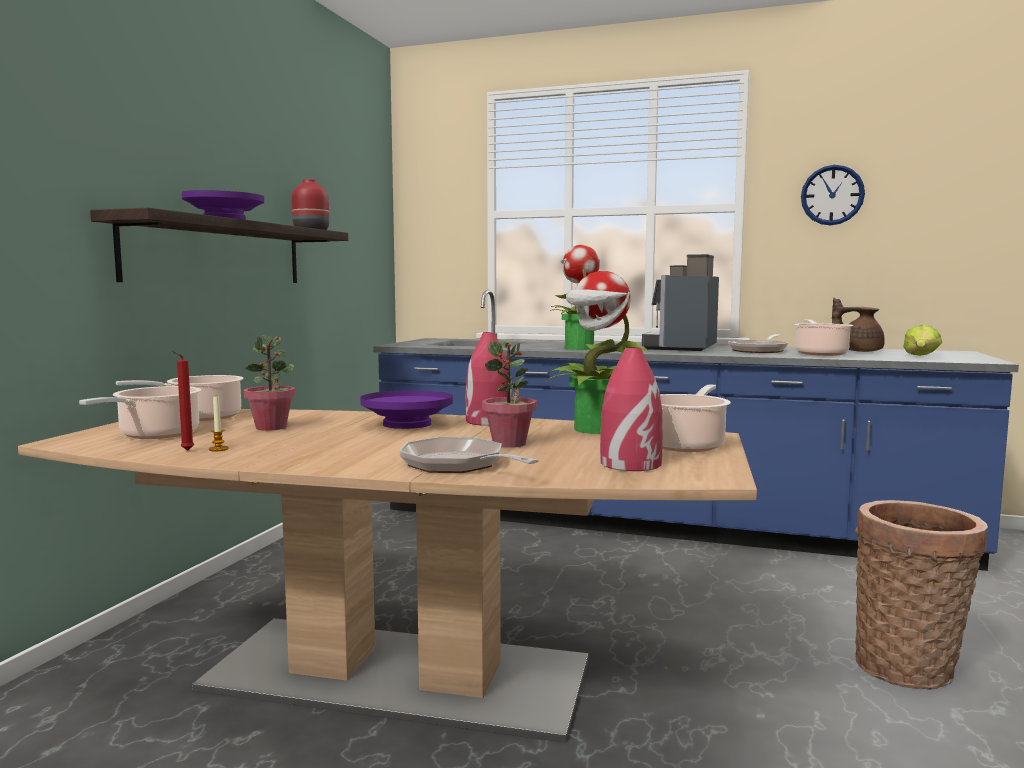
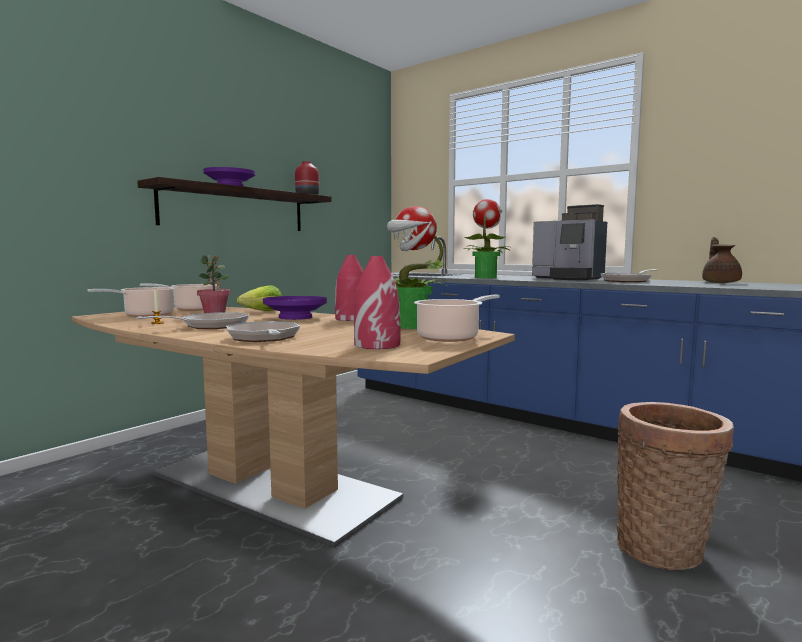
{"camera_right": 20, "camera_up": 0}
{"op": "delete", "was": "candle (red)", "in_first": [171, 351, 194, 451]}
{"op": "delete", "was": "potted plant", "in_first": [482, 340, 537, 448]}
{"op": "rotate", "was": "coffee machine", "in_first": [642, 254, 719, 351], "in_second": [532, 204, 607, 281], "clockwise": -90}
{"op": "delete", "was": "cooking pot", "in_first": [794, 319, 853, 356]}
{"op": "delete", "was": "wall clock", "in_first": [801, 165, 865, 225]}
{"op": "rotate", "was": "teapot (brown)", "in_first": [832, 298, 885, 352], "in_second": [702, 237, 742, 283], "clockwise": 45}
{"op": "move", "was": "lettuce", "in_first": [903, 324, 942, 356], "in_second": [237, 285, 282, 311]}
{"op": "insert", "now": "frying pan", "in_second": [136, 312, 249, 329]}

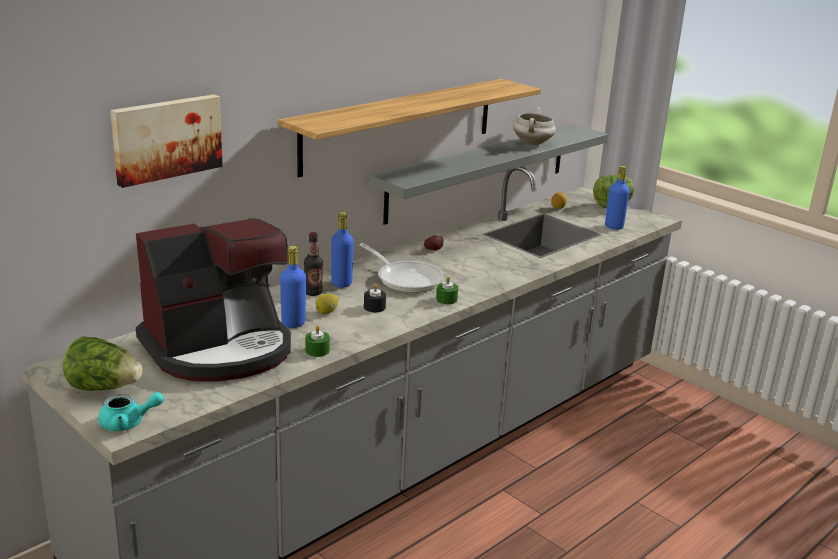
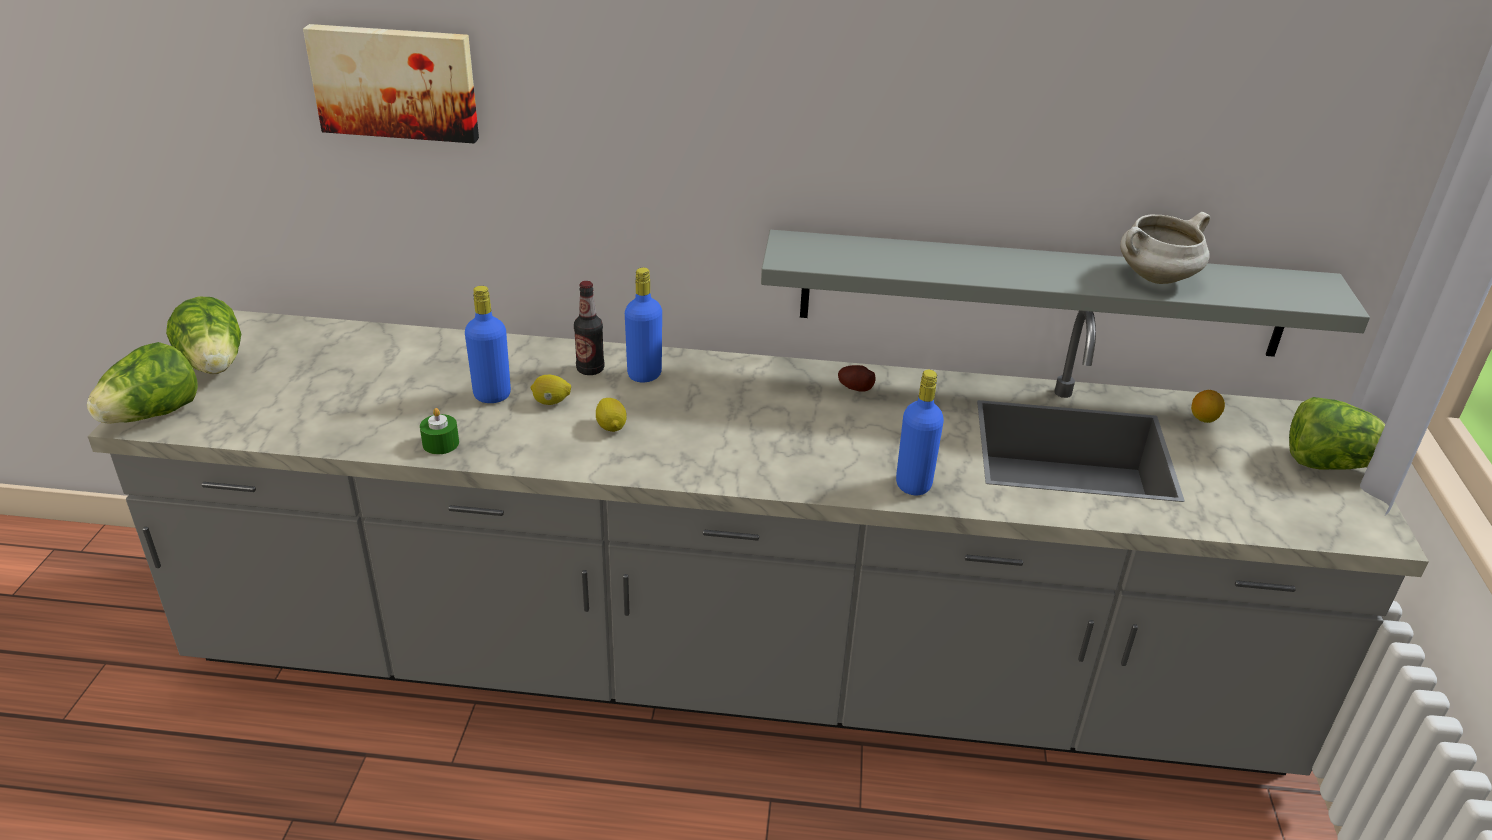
{"camera_right": 50, "camera_up": 10}
{"op": "replace", "was": "teapot (turquoise)", "now": "lettuce", "in_first": [98, 392, 164, 431], "in_second": [87, 342, 198, 424]}
{"op": "delete", "was": "coffee machine", "in_first": [136, 218, 291, 382]}
{"op": "delete", "was": "shelf", "in_first": [278, 79, 541, 177]}
{"op": "delete", "was": "frying pan", "in_first": [360, 243, 444, 293]}
{"op": "replace", "was": "candle (black)", "now": "lemon", "in_first": [364, 283, 386, 312], "in_second": [596, 398, 627, 432]}
{"op": "delete", "was": "candle (green)", "in_first": [436, 276, 458, 304]}
{"op": "move", "was": "bottle (blue)", "in_first": [605, 166, 630, 230], "in_second": [896, 370, 944, 495]}

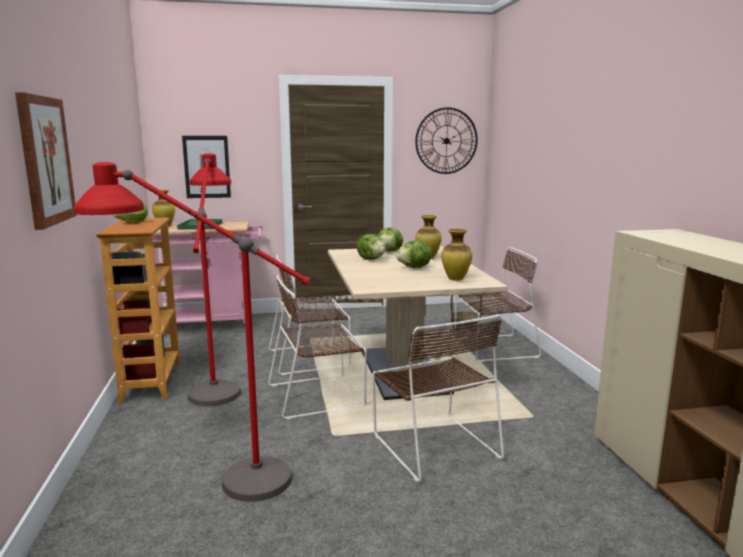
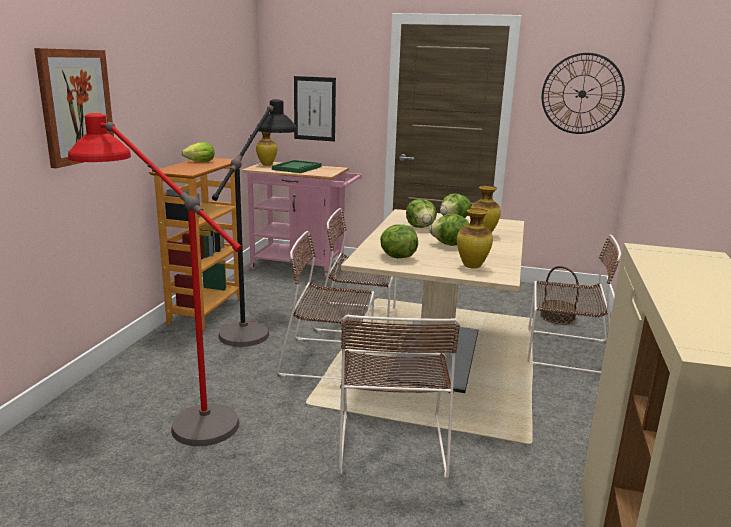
{"camera_right": 25, "camera_up": 5}
{"op": "recolor", "was": "floor lamp (red)", "now": "floor lamp (black)", "in_first": [188, 153, 241, 406], "in_second": [212, 99, 297, 347]}
{"op": "insert", "now": "lettuce", "in_second": [380, 224, 418, 258]}

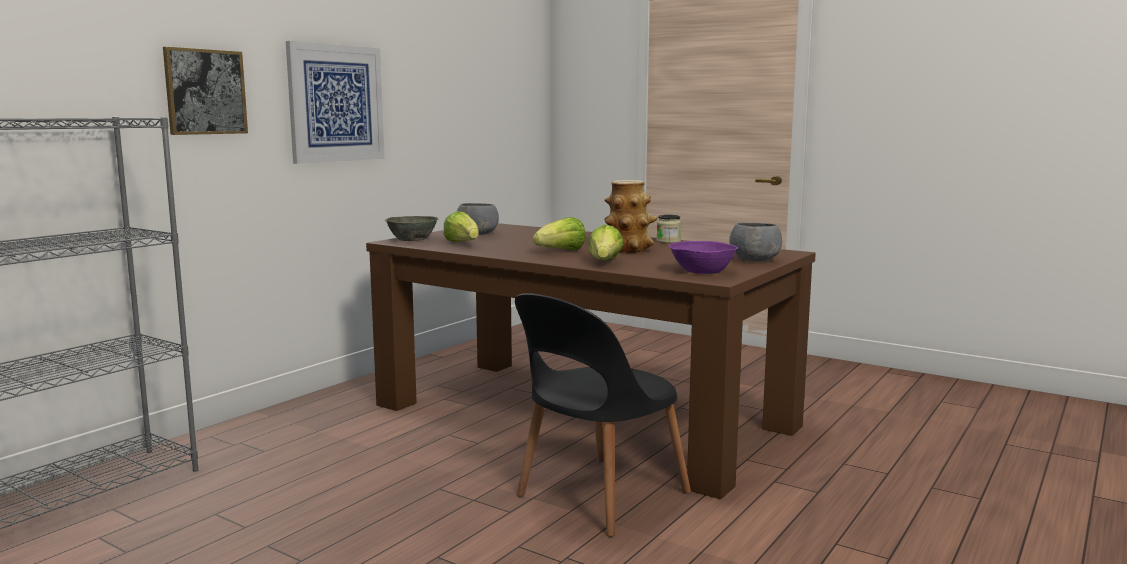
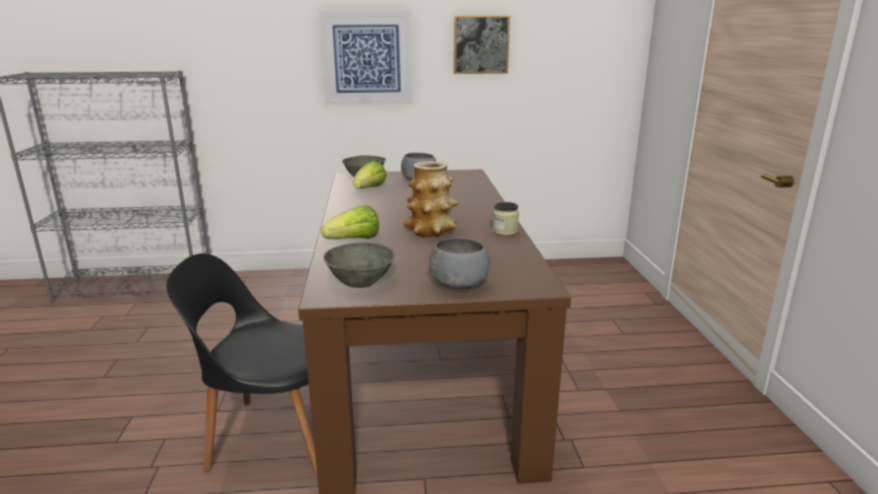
{"camera_right": 50, "camera_up": 10}
{"op": "move", "was": "picture", "in_first": [163, 47, 248, 135], "in_second": [454, 15, 510, 74]}
{"op": "delete", "was": "lettuce", "in_first": [533, 217, 586, 250]}
{"op": "recolor", "was": "bowl (purple)", "now": "bowl (grey)", "in_first": [669, 241, 738, 274], "in_second": [323, 242, 395, 288]}

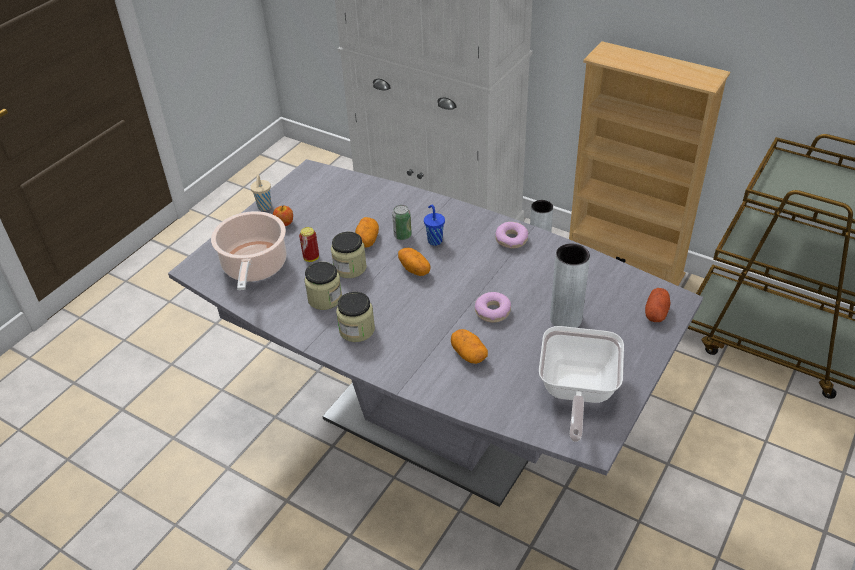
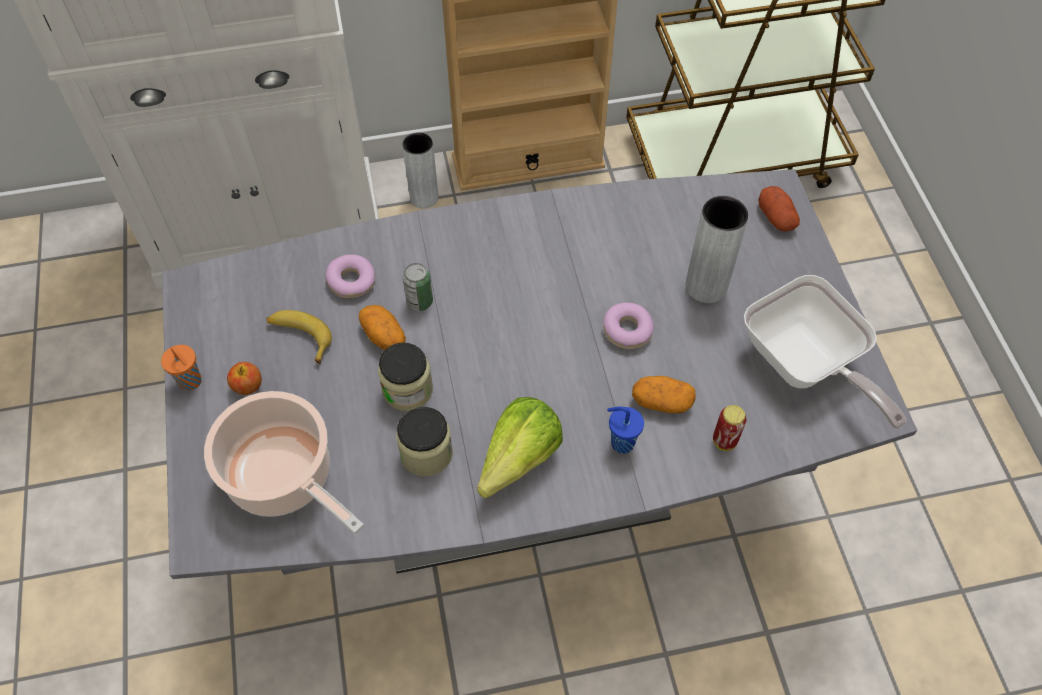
{"camera_right": -45, "camera_up": 15}
{"op": "recolor", "was": "cup (beige)", "now": "cup (orange)", "in_first": [250, 175, 272, 211], "in_second": [161, 345, 202, 391]}
{"op": "move", "was": "can", "in_first": [299, 227, 319, 262], "in_second": [713, 405, 746, 451]}
{"op": "replace", "was": "jar", "now": "lettuce", "in_first": [336, 292, 375, 342], "in_second": [477, 397, 563, 498]}
{"op": "delete", "was": "potato", "in_first": [398, 248, 431, 276]}
{"op": "move", "was": "cup (blue)", "in_first": [424, 205, 445, 246], "in_second": [607, 406, 644, 454]}
{"op": "move", "was": "donut", "in_first": [496, 222, 528, 249], "in_second": [326, 254, 375, 298]}
{"op": "insert", "now": "banana", "in_second": [266, 310, 332, 364]}

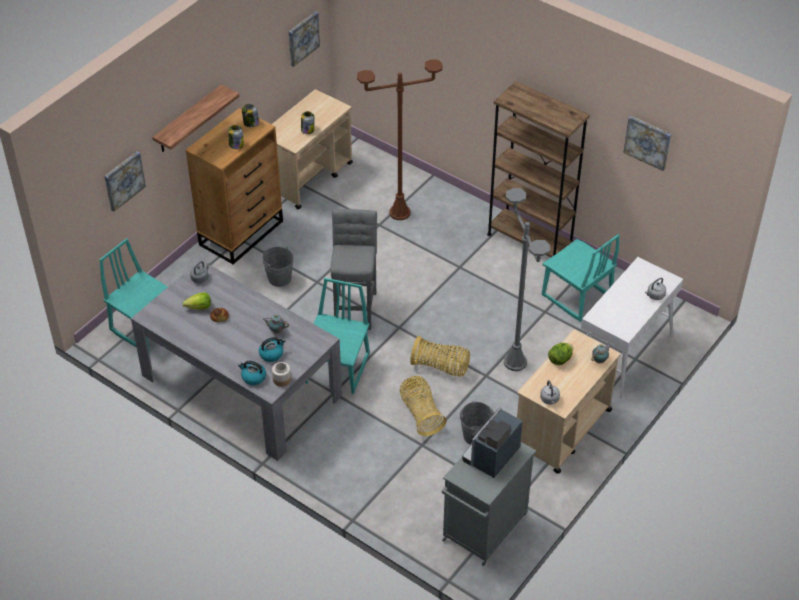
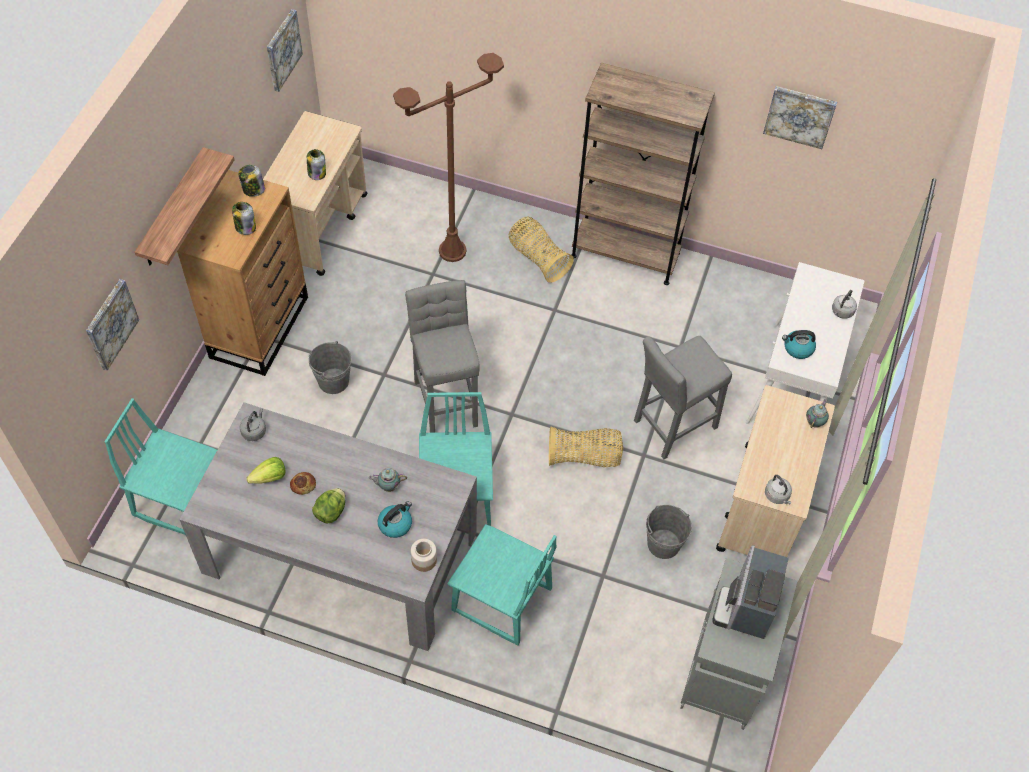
{"camera_right": -20, "camera_up": 10}
{"op": "move", "was": "kettle", "in_first": [238, 361, 266, 385], "in_second": [782, 330, 816, 359]}
{"op": "move", "was": "basket", "in_first": [400, 376, 446, 436], "in_second": [508, 217, 574, 283]}
{"op": "replace", "was": "floor lamp (grey)", "now": "stool (grey)", "in_first": [504, 188, 550, 371], "in_second": [634, 336, 732, 459]}
{"op": "move", "was": "chair (turquoise)", "in_first": [542, 234, 620, 322], "in_second": [447, 524, 557, 645]}
{"op": "move", "was": "lettuce", "in_first": [548, 343, 573, 365], "in_second": [312, 488, 345, 524]}

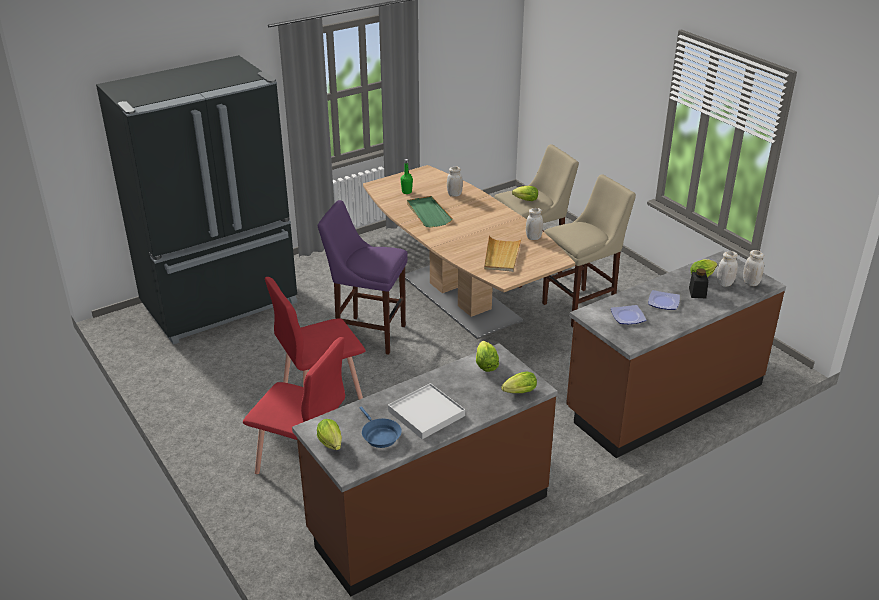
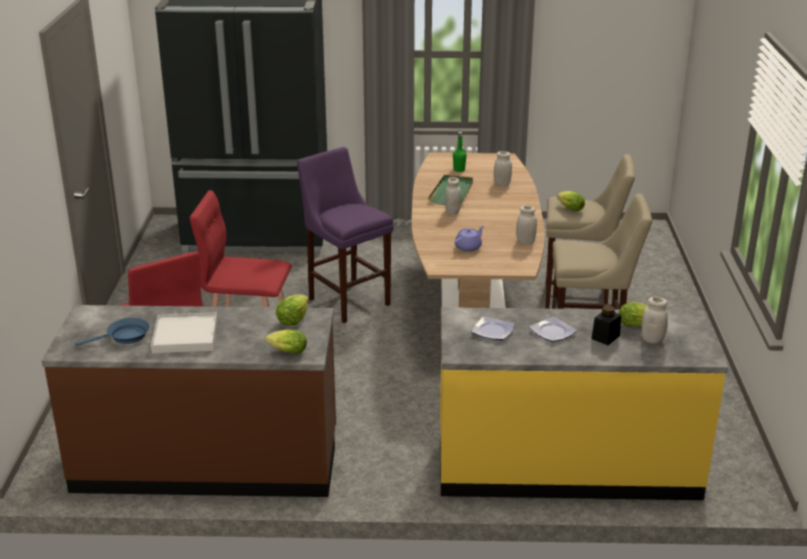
{"camera_right": 35, "camera_up": -5}
{"op": "delete", "was": "lettuce", "in_first": [317, 419, 342, 450]}
{"op": "rotate", "was": "frying pan (blue)", "in_first": [360, 406, 402, 448], "in_second": [75, 318, 150, 346], "clockwise": -120}
{"op": "replace", "was": "tray (beige)", "now": "teapot (purple)", "in_first": [484, 235, 522, 272], "in_second": [455, 226, 484, 252]}
{"op": "recolor", "was": "counter (brown)", "now": "counter (yellow)", "in_first": [566, 251, 786, 458], "in_second": [440, 307, 728, 500]}
{"op": "move", "was": "jar (white)", "in_first": [743, 250, 764, 286], "in_second": [445, 177, 461, 215]}

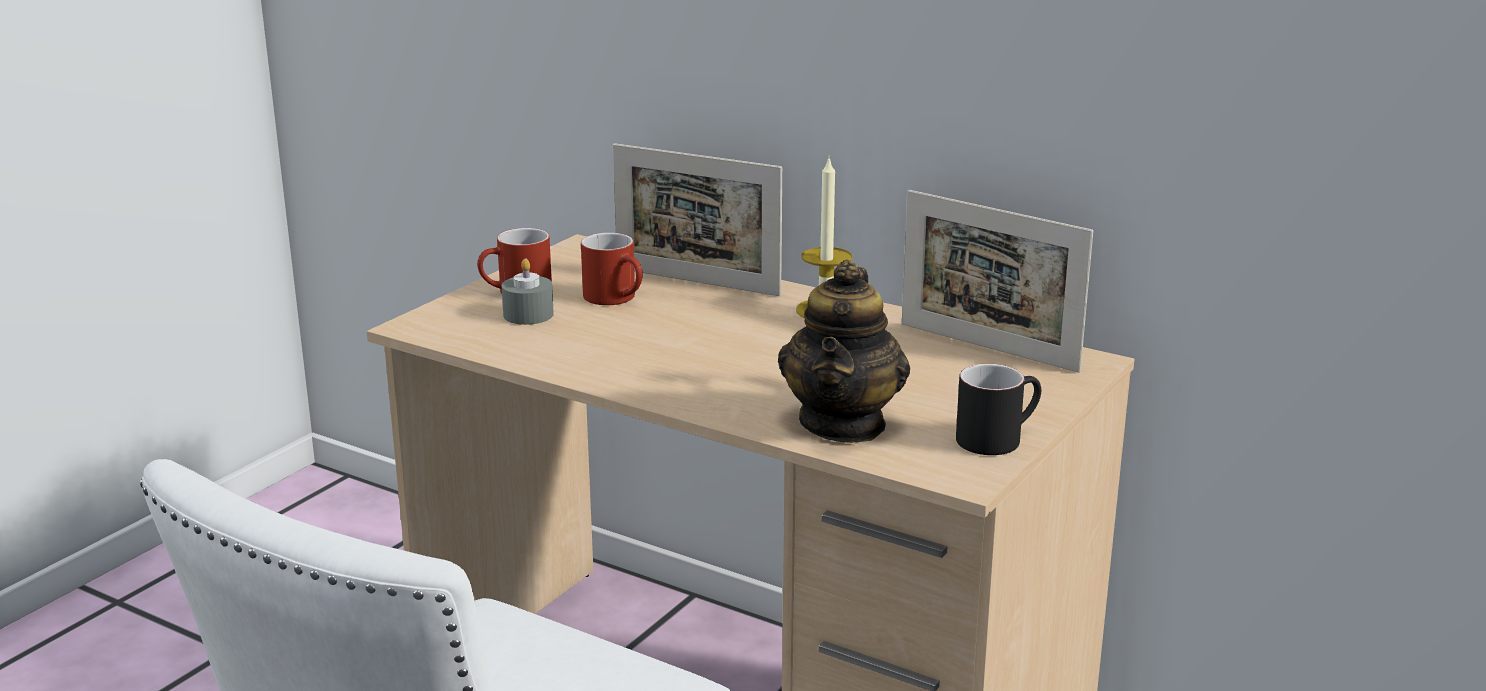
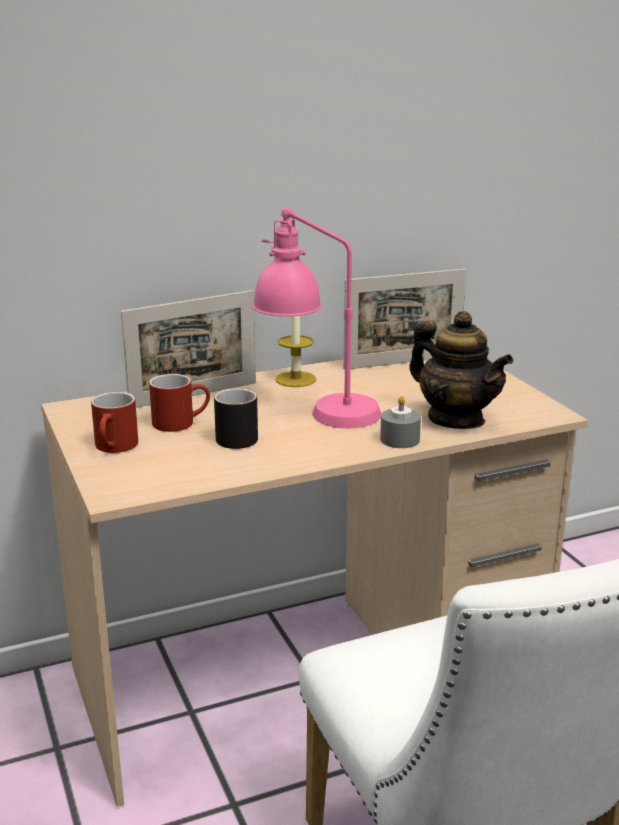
{"camera_right": -55, "camera_up": 0}
{"op": "move", "was": "candle (grey)", "in_first": [502, 259, 554, 325], "in_second": [380, 396, 421, 448]}
{"op": "move", "was": "mug (black)", "in_first": [956, 364, 1041, 455], "in_second": [214, 388, 258, 449]}
{"op": "insert", "now": "table lamp (pink)", "in_second": [252, 207, 381, 428]}

